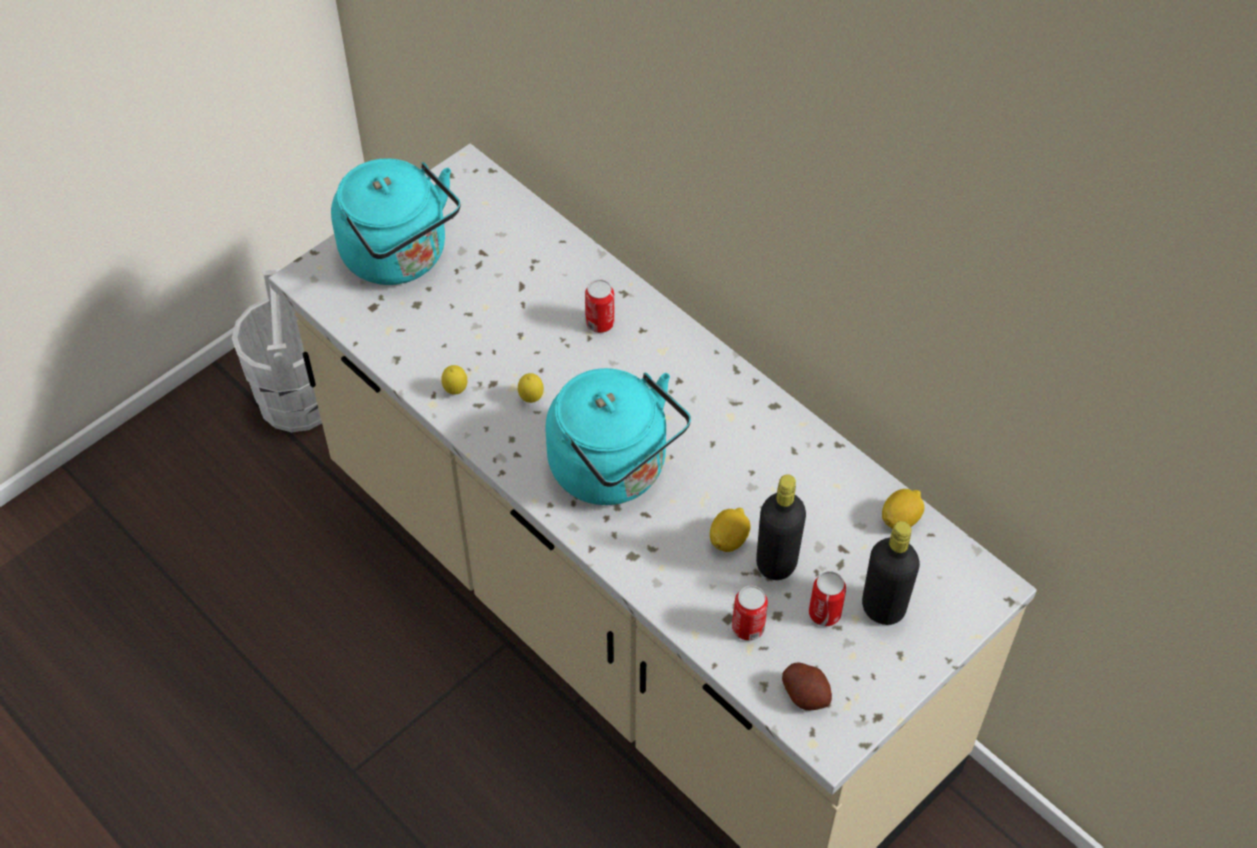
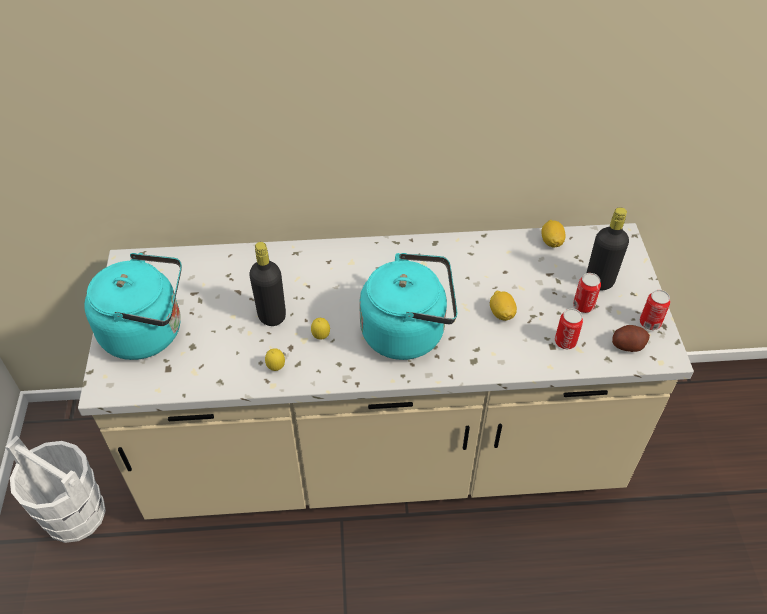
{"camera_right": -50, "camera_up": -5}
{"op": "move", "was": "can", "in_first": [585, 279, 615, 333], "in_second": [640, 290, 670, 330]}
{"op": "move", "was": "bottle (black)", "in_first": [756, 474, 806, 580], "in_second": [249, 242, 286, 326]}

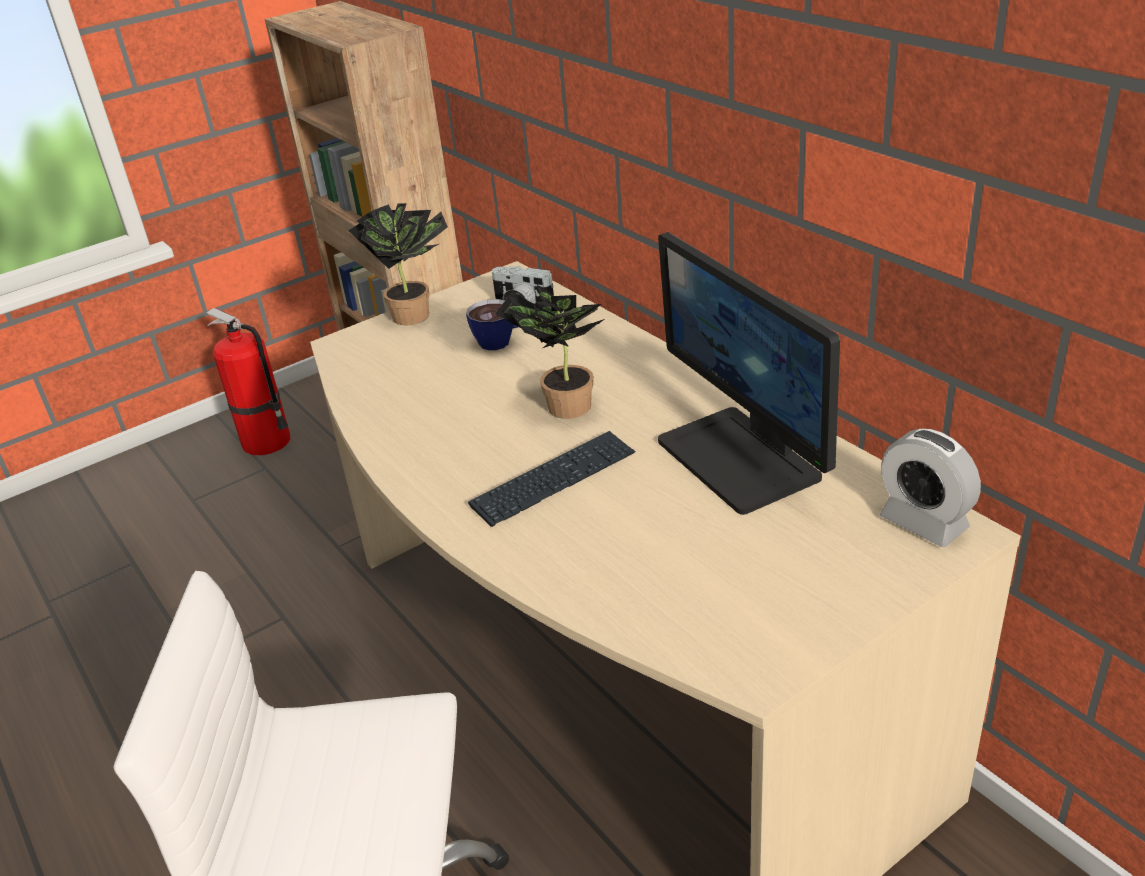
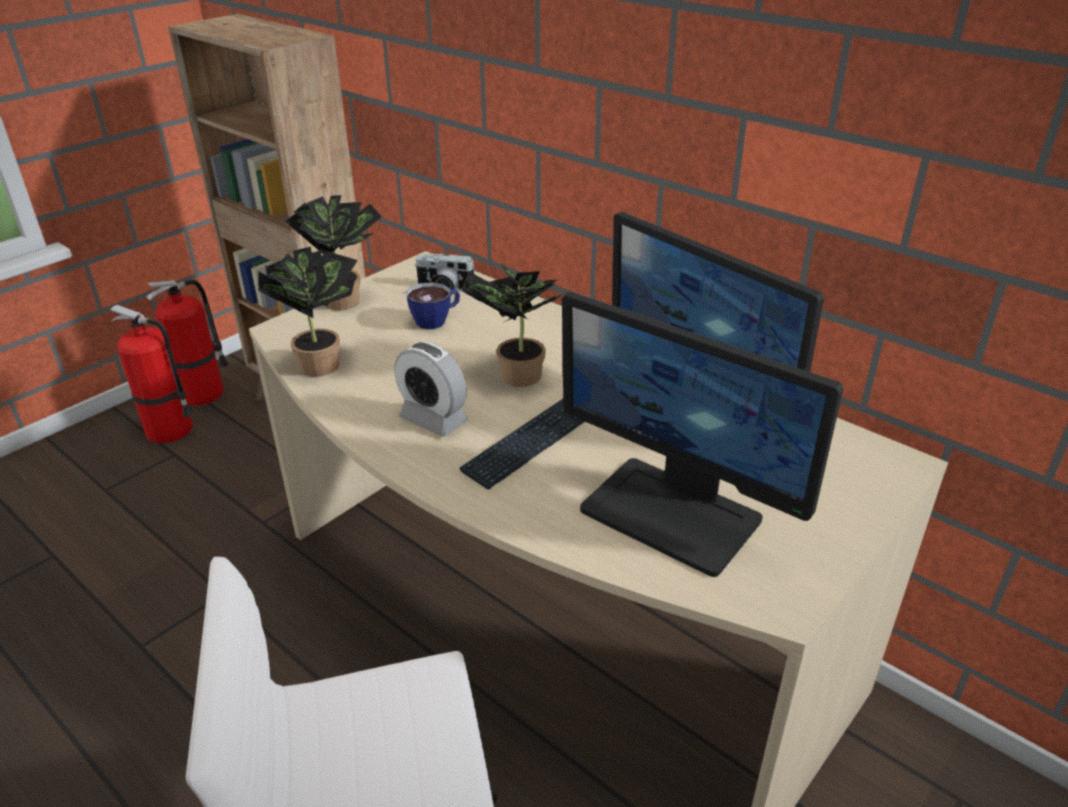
{"camera_right": -15, "camera_up": 0}
{"op": "move", "was": "alarm clock", "in_first": [880, 429, 981, 547], "in_second": [395, 341, 468, 437]}
{"op": "insert", "now": "fire extinguisher", "in_second": [147, 280, 229, 406]}
{"op": "insert", "now": "potted plant", "in_second": [258, 247, 358, 377]}
{"op": "insert", "now": "monitor", "in_second": [562, 292, 843, 577]}

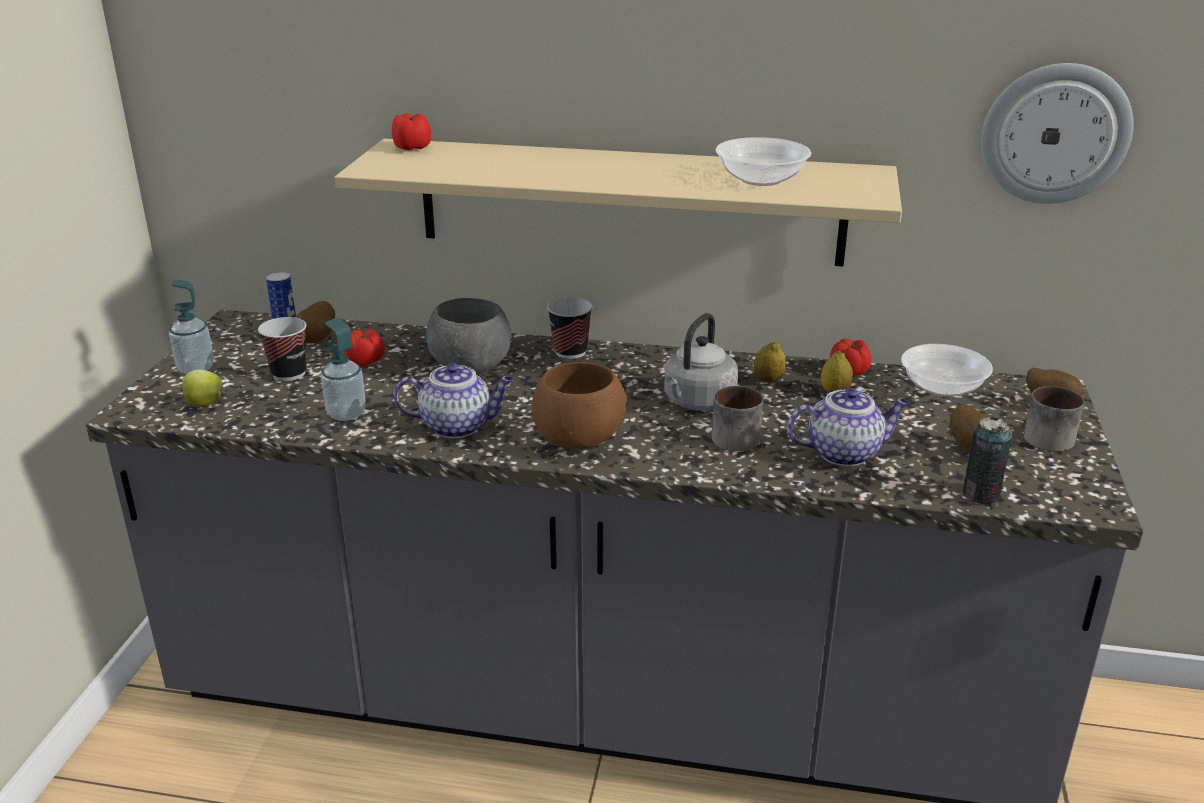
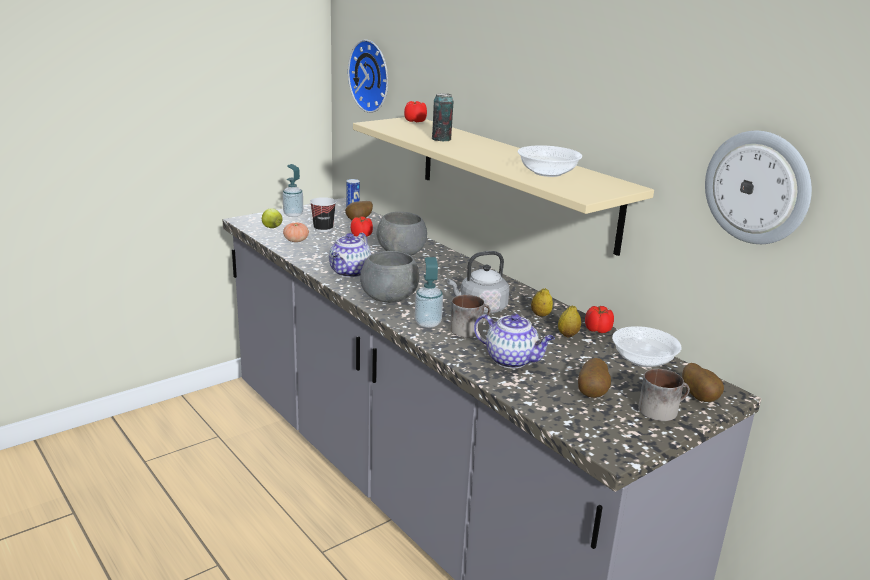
{"camera_right": 40, "camera_up": -5}
{"op": "move", "was": "soap dispenser", "in_first": [321, 318, 366, 421], "in_second": [415, 257, 443, 328]}
{"op": "rotate", "was": "teapot", "in_first": [393, 363, 514, 438], "in_second": [329, 233, 371, 277], "clockwise": 75}
{"op": "recolor", "was": "bowl (brown)", "now": "bowl (grey)", "in_first": [532, 362, 627, 450], "in_second": [360, 251, 420, 303]}
{"op": "delete", "was": "cup", "in_first": [547, 297, 593, 359]}
{"op": "move", "was": "can", "in_first": [963, 417, 1012, 504], "in_second": [432, 93, 453, 141]}
{"op": "insert", "now": "tomato", "in_second": [283, 222, 309, 242]}
{"op": "insert", "now": "wall clock", "in_second": [348, 39, 388, 113]}

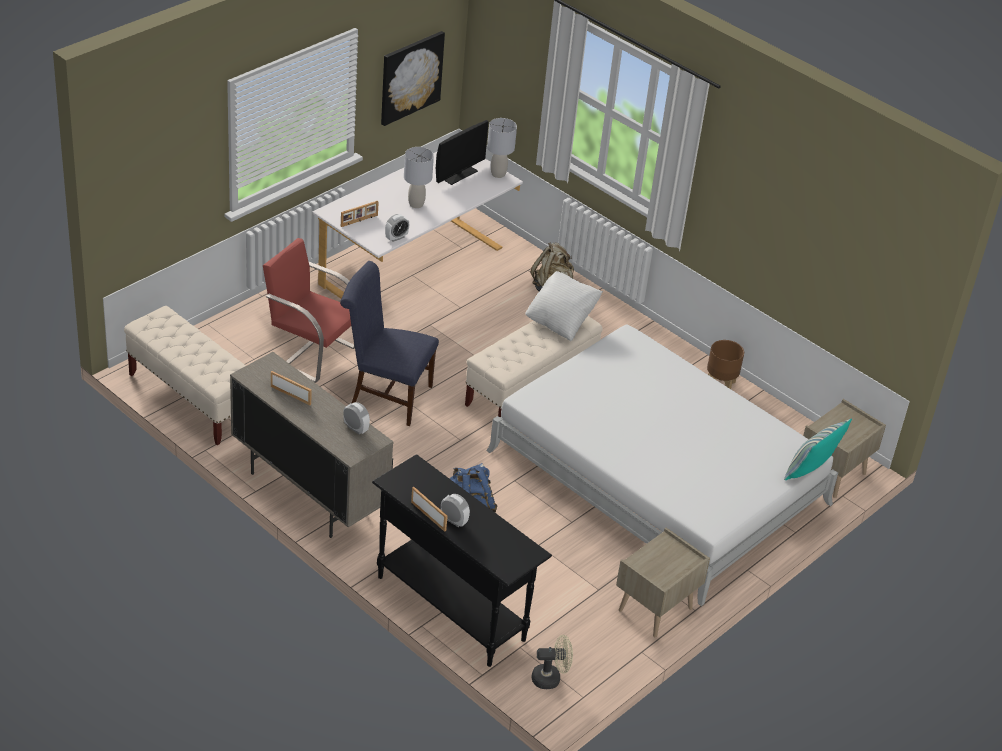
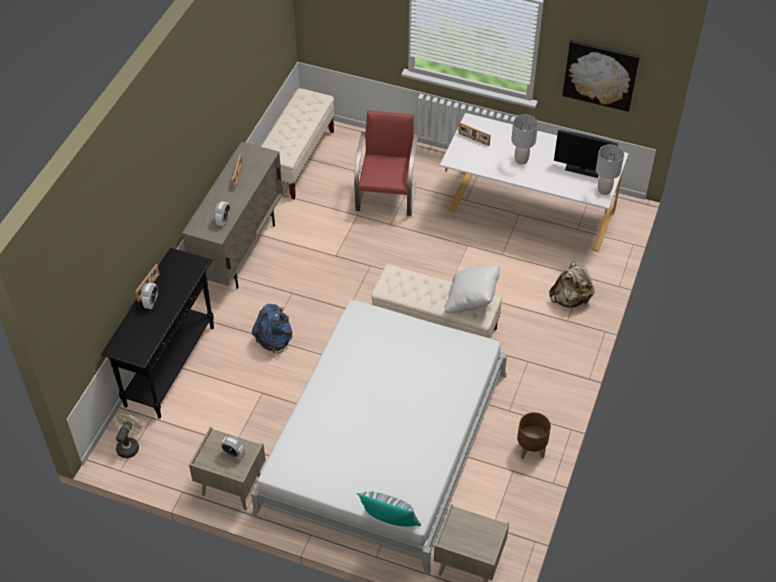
{"camera_right": 70, "camera_up": 10}
{"op": "delete", "was": "chair (blue)", "in_first": [340, 261, 439, 426]}
{"op": "move", "was": "alarm clock", "in_first": [385, 214, 409, 242], "in_second": [221, 436, 245, 460]}
{"op": "rotate", "was": "fan (beige)", "in_first": [532, 635, 573, 689], "in_second": [114, 414, 142, 458], "clockwise": -135}

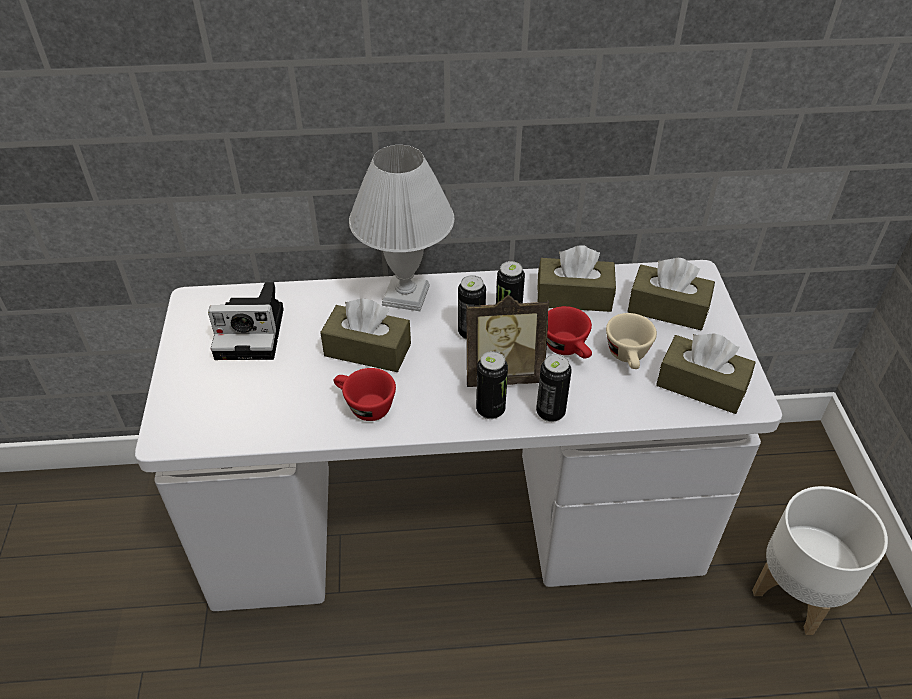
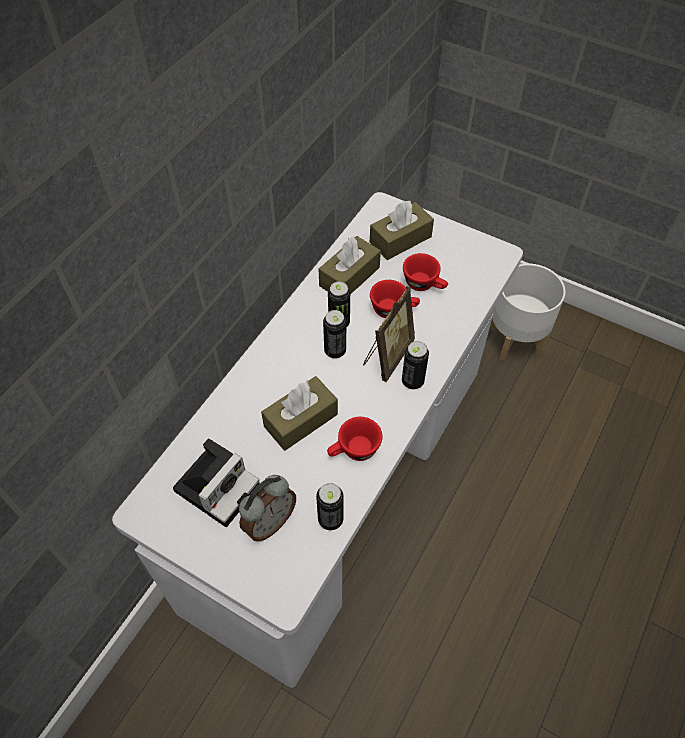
{"camera_right": -55, "camera_up": 10}
{"op": "delete", "was": "table lamp (white)", "in_first": [349, 145, 454, 311]}
{"op": "move", "was": "can", "in_first": [536, 354, 572, 422], "in_second": [316, 483, 344, 530]}
{"op": "recolor", "was": "cup (beige)", "now": "cup (red)", "in_first": [606, 313, 657, 369], "in_second": [403, 253, 448, 291]}
{"op": "delete", "was": "tissue box (brown)", "in_first": [656, 334, 756, 414]}
{"op": "insert", "now": "alarm clock", "in_second": [239, 475, 296, 542]}

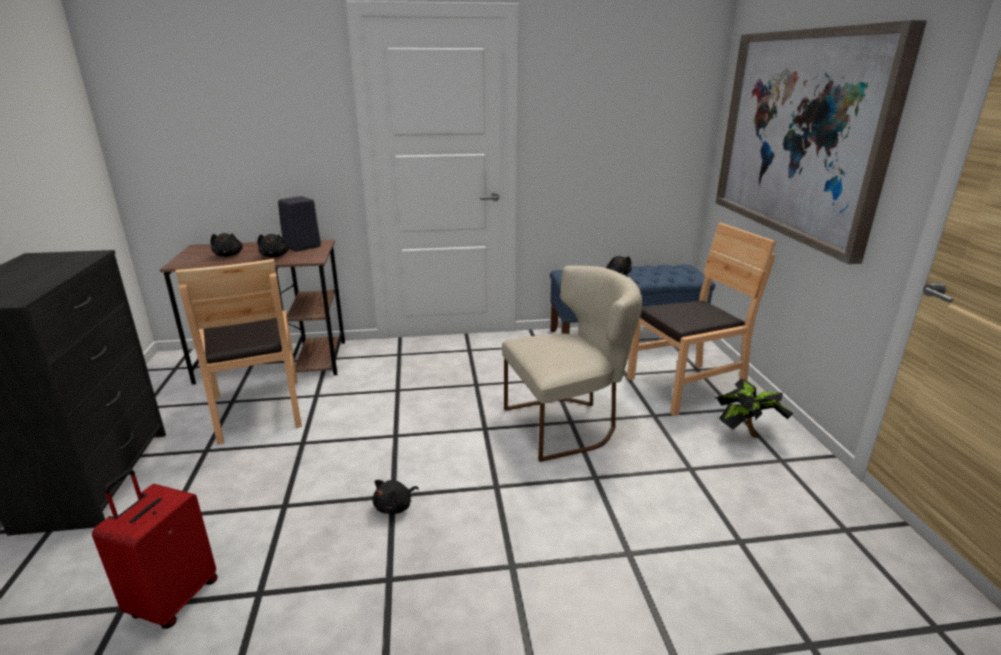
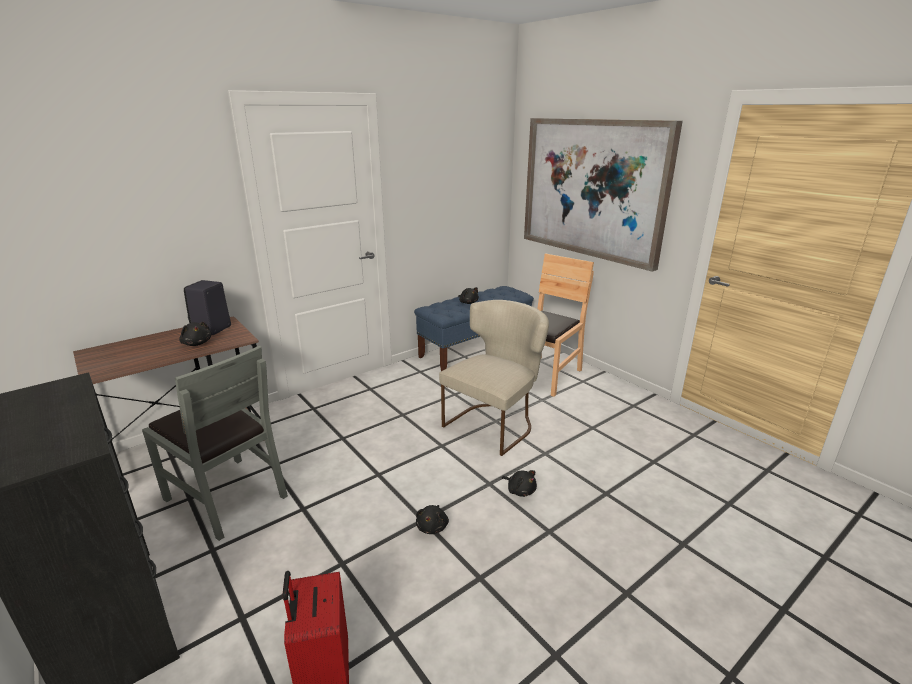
{"camera_right": -30, "camera_up": 0}
{"op": "recolor", "was": "chair (brown)", "now": "chair (grey)", "in_first": [175, 259, 302, 445], "in_second": [142, 345, 288, 541]}
{"op": "move", "was": "plush toy (black)", "in_first": [210, 233, 243, 257], "in_second": [502, 470, 537, 497]}
{"op": "delete", "was": "potted plant", "in_first": [714, 379, 794, 438]}

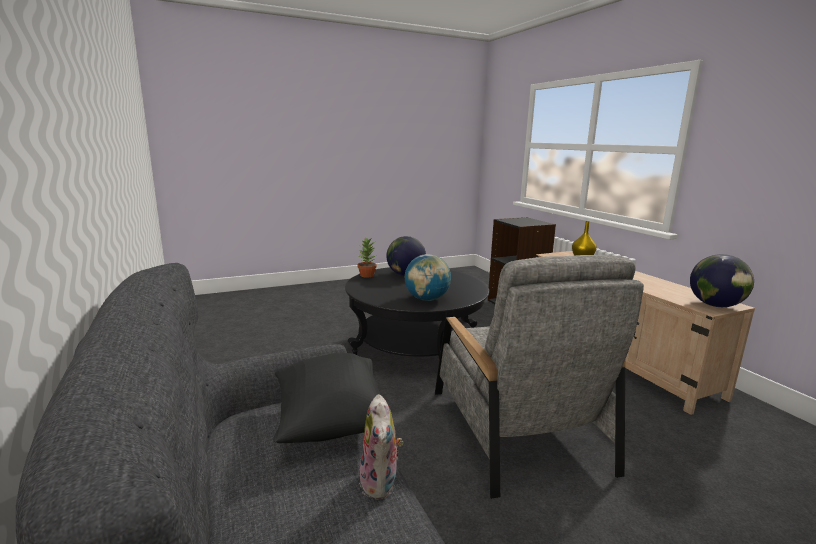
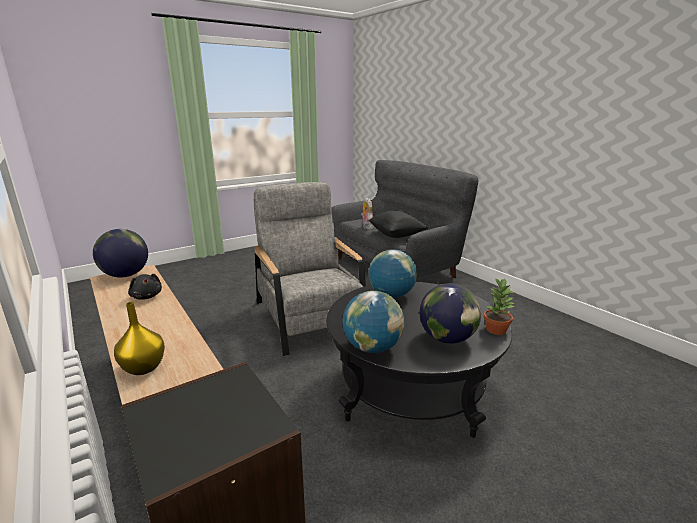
{"camera_right": 170, "camera_up": 5}
{"op": "insert", "now": "plush toy (black)", "in_second": [128, 274, 162, 300]}
{"op": "insert", "now": "globe", "in_second": [343, 291, 404, 353]}

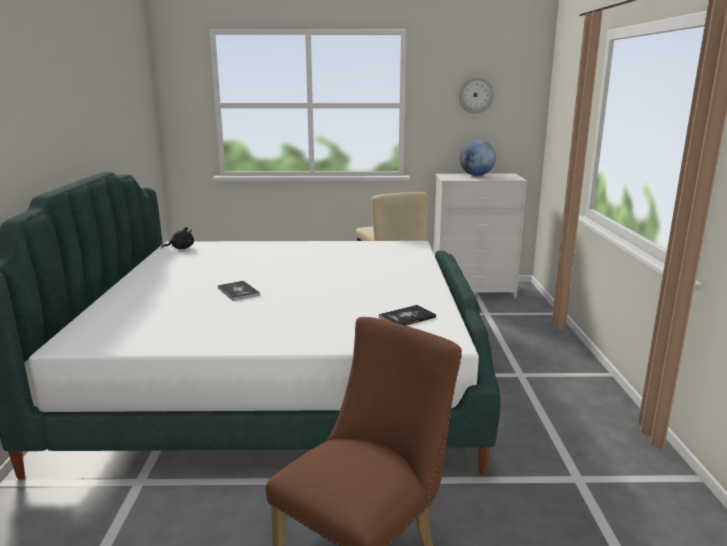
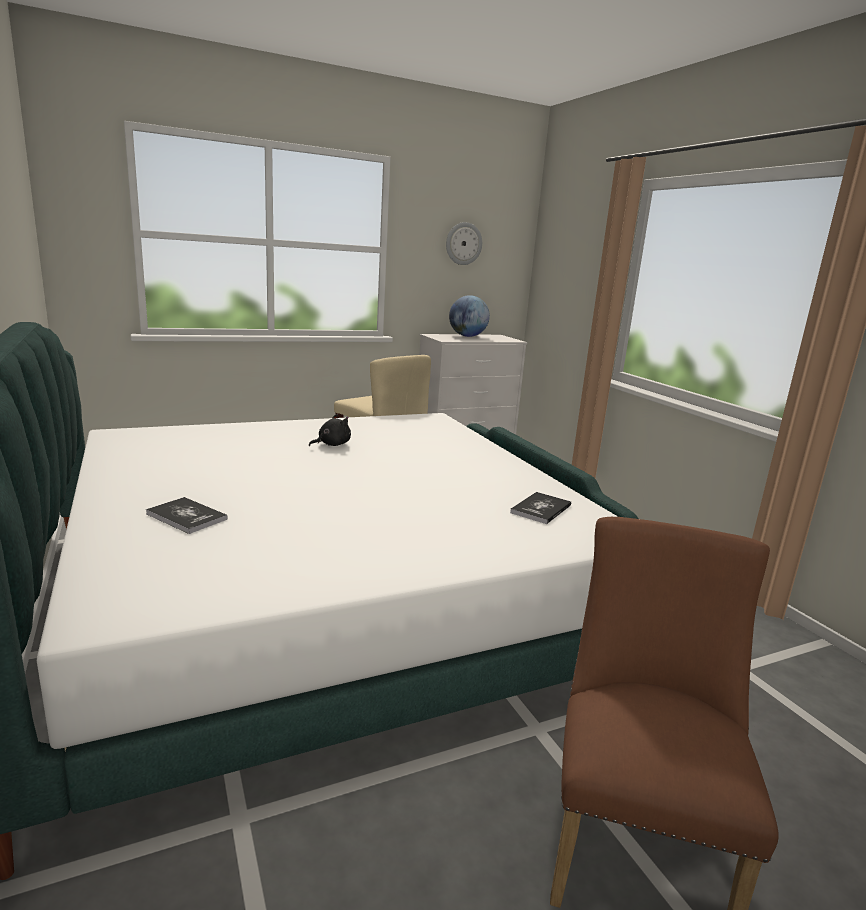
{"camera_right": -25, "camera_up": 0}
{"op": "move", "was": "plush toy (black)", "in_first": [161, 227, 194, 249], "in_second": [309, 414, 351, 446]}
{"op": "move", "was": "book", "in_first": [218, 281, 260, 301], "in_second": [146, 497, 228, 534]}

